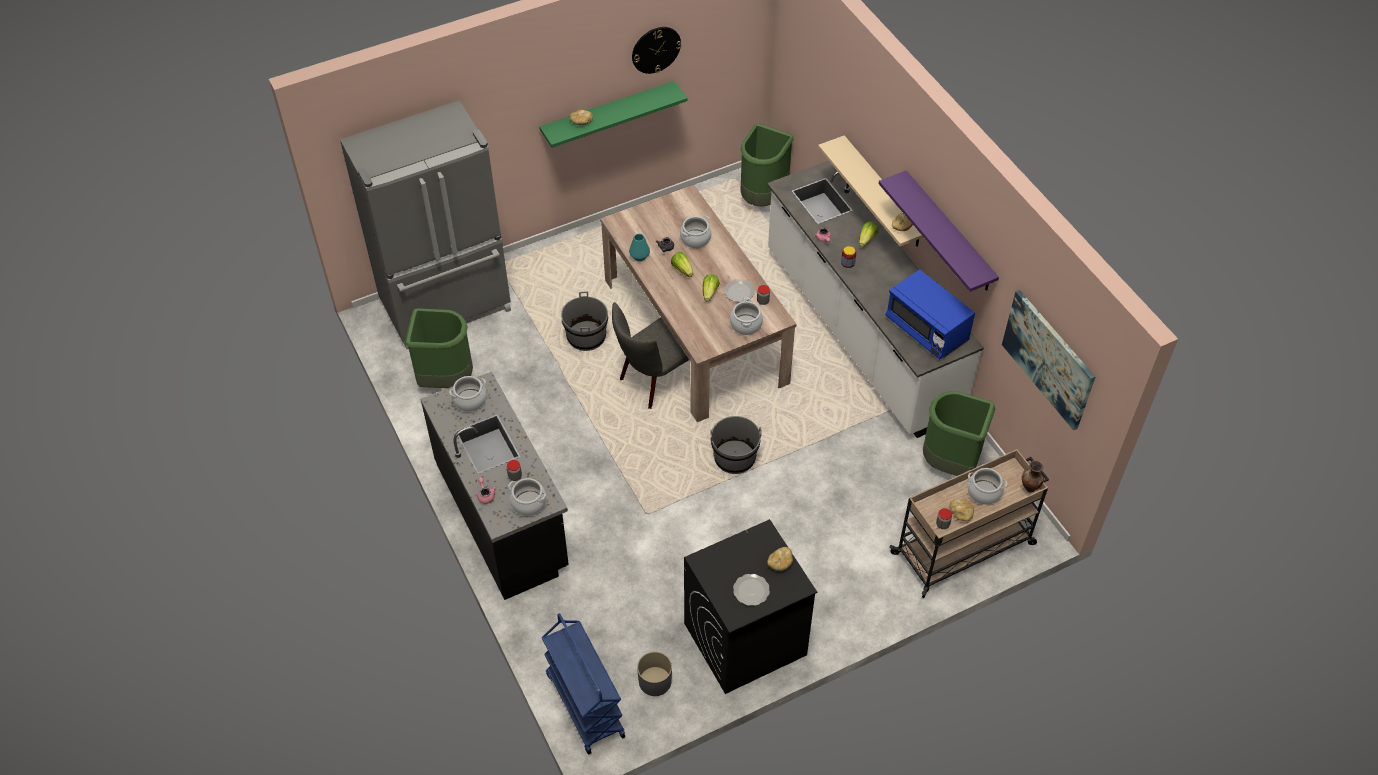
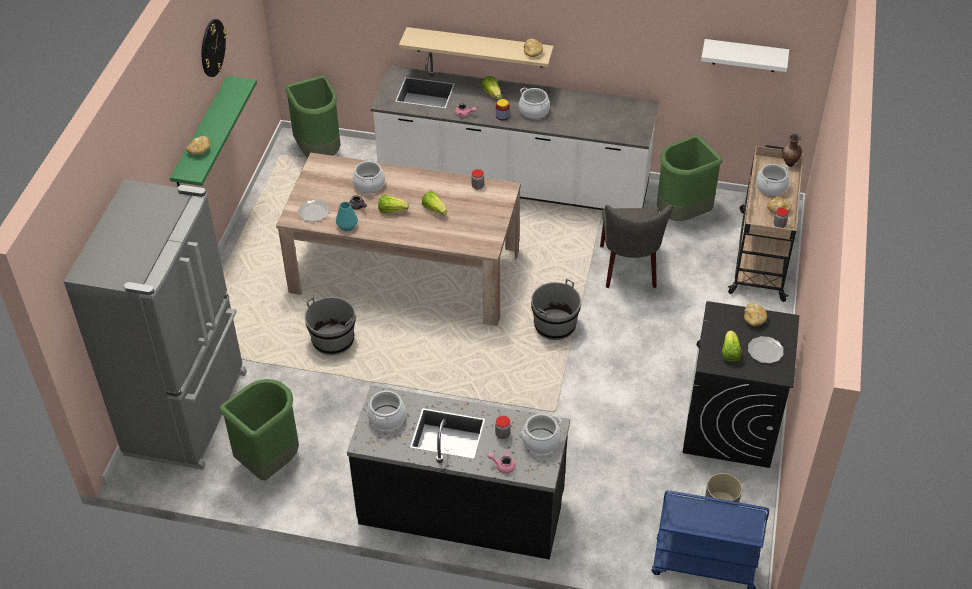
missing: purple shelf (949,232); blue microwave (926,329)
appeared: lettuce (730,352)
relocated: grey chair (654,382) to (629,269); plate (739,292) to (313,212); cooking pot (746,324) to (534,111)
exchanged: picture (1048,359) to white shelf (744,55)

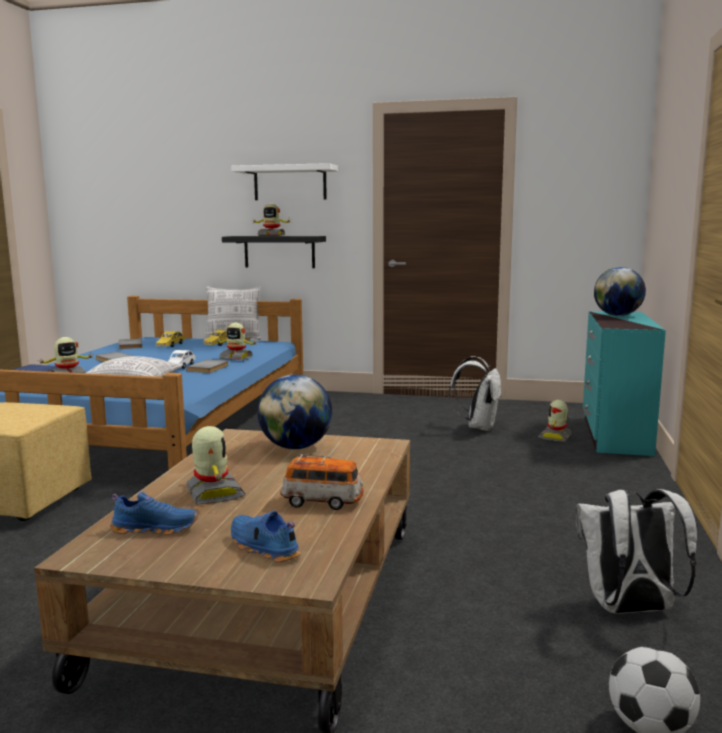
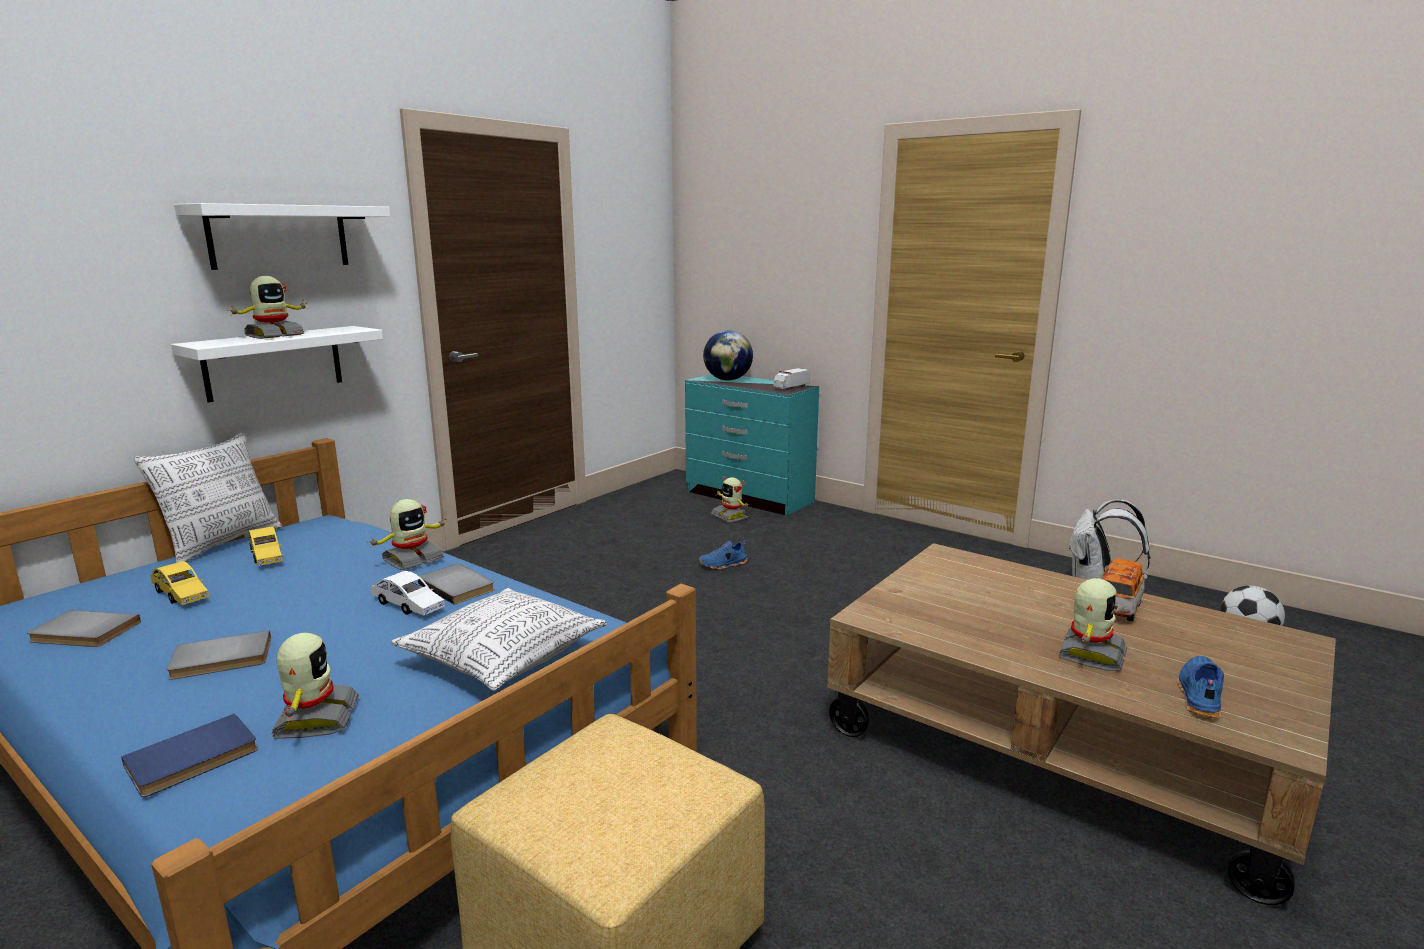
missing: globe (295,447); white backpack (478,427)
appeared: toy truck (790,387)
relocated: blue shoe (262,548) to (723,565)
colour: black shelf (279,251) to white shelf (274,363)
spun: toy robot (213,494) = (1089,654) 120 degrees clockwise

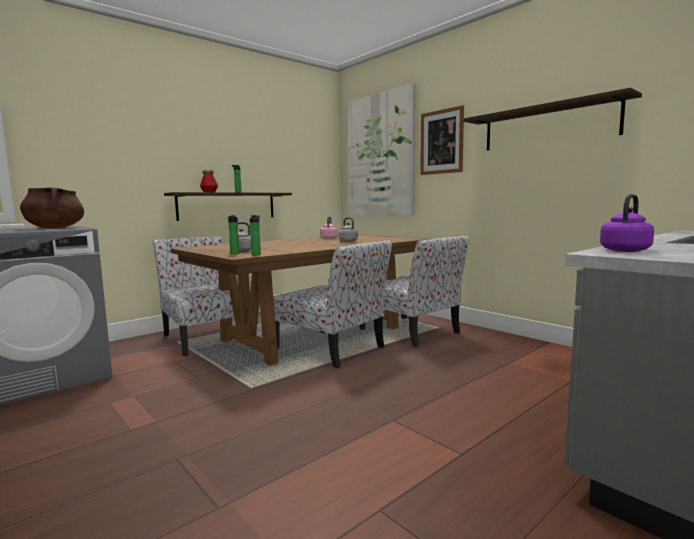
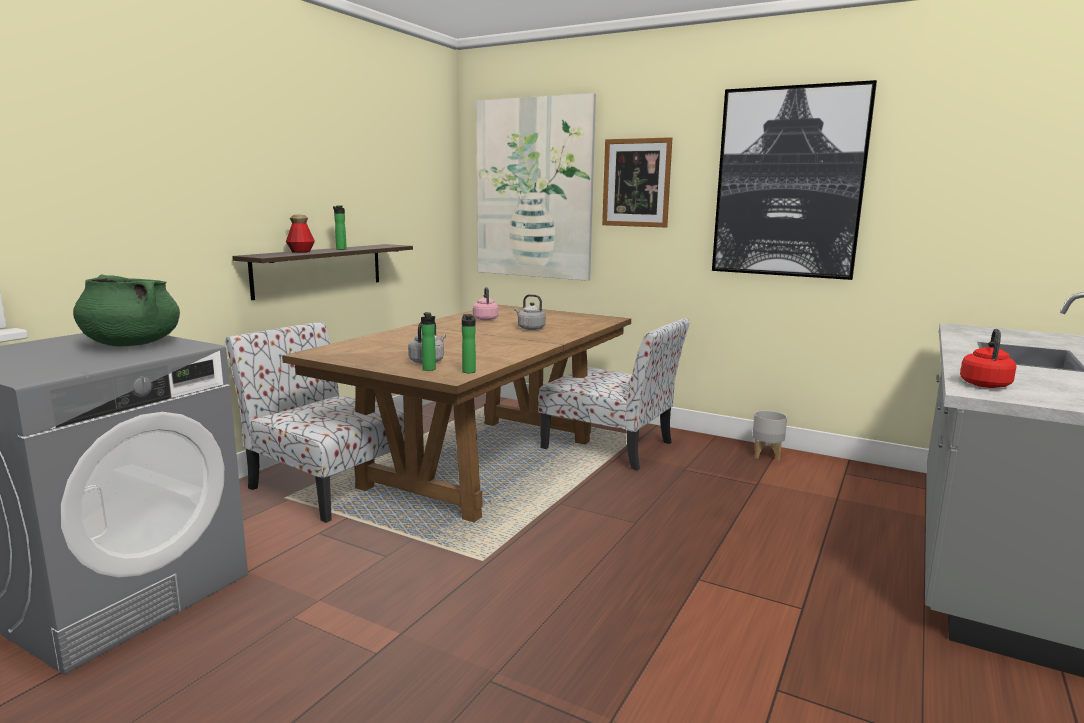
missing: chair (331,348)
appeared: grey planter (766,455)
exchanged: shelf (548,126) to picture (788,183)
colour: brown cooking pot (55,228) to green cooking pot (131,344); purple kettle (626,250) to red kettle (985,384)

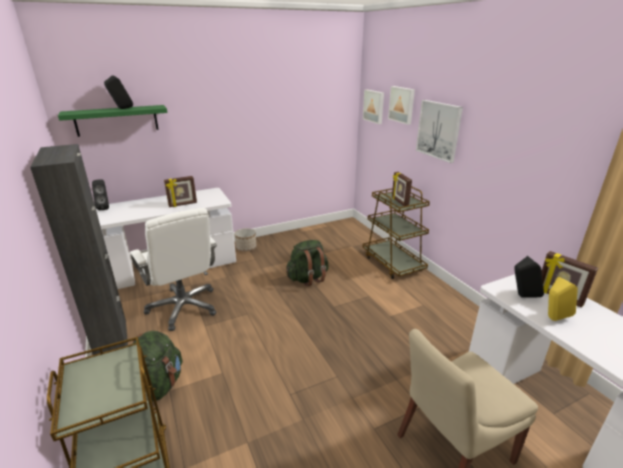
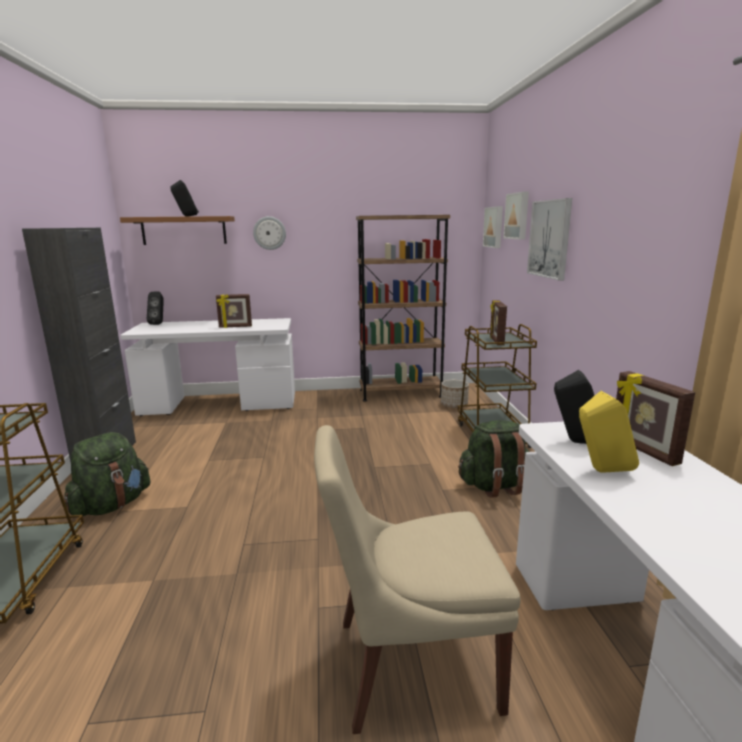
missing: white office chair (184,307)
appeared: wall clock (269,233); brown bookcase (400,393)
relocated: planter (246,248) to (454,405); green backpack (308,278) to (494,486)
colour: green shelf (117,120) to brown shelf (184,230)

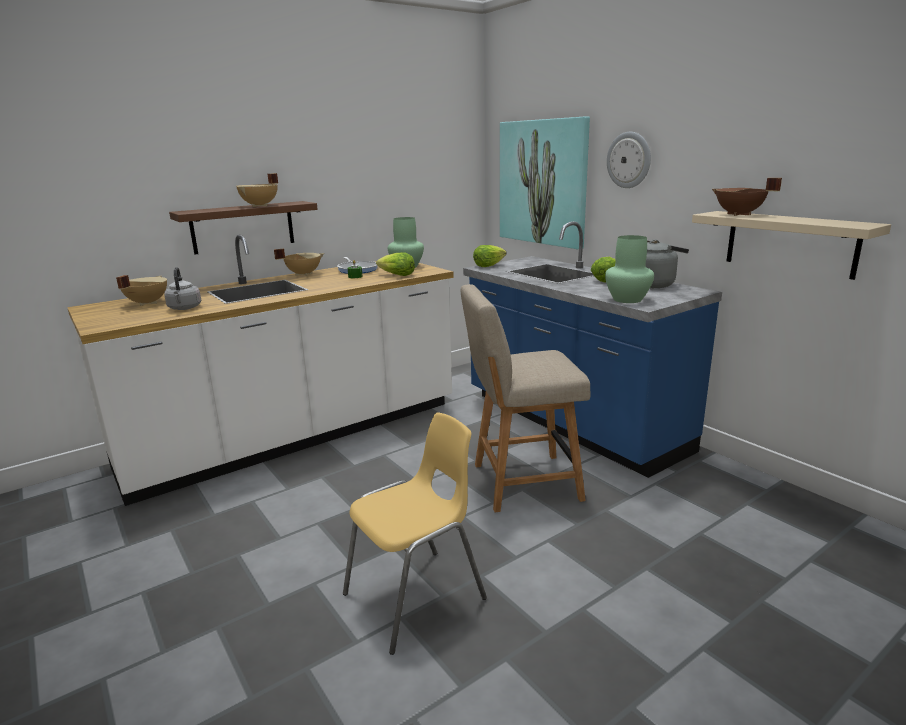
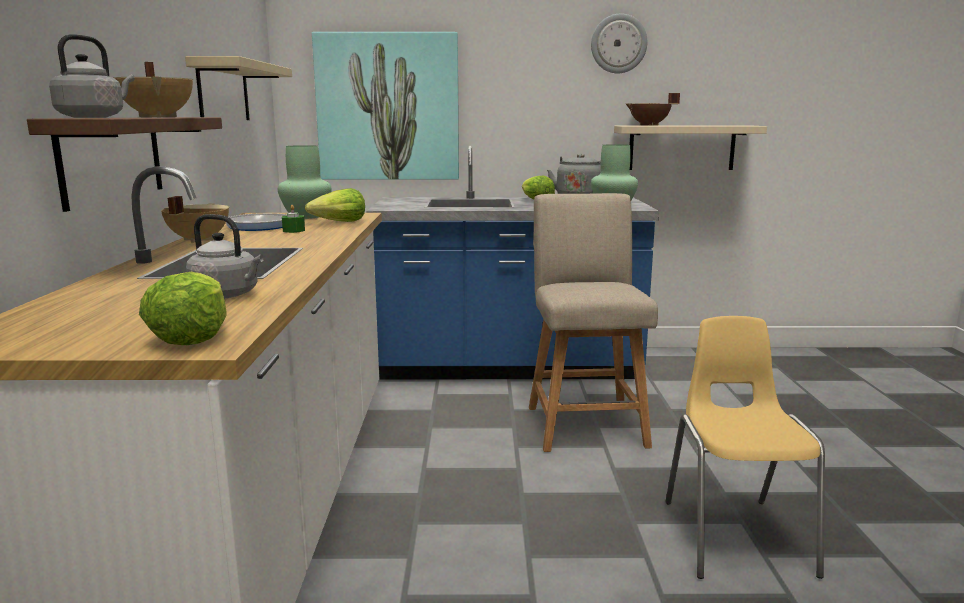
missing: beige cooking pot (146,303)
appeared: grey kettle (94,117); beige shelf (223,92)
relocated: lettuce (488,265) to (192,336); wall clock (629,160) to (618,44)
spun: beige chair (520,482) = (584,423) 150 degrees clockwise

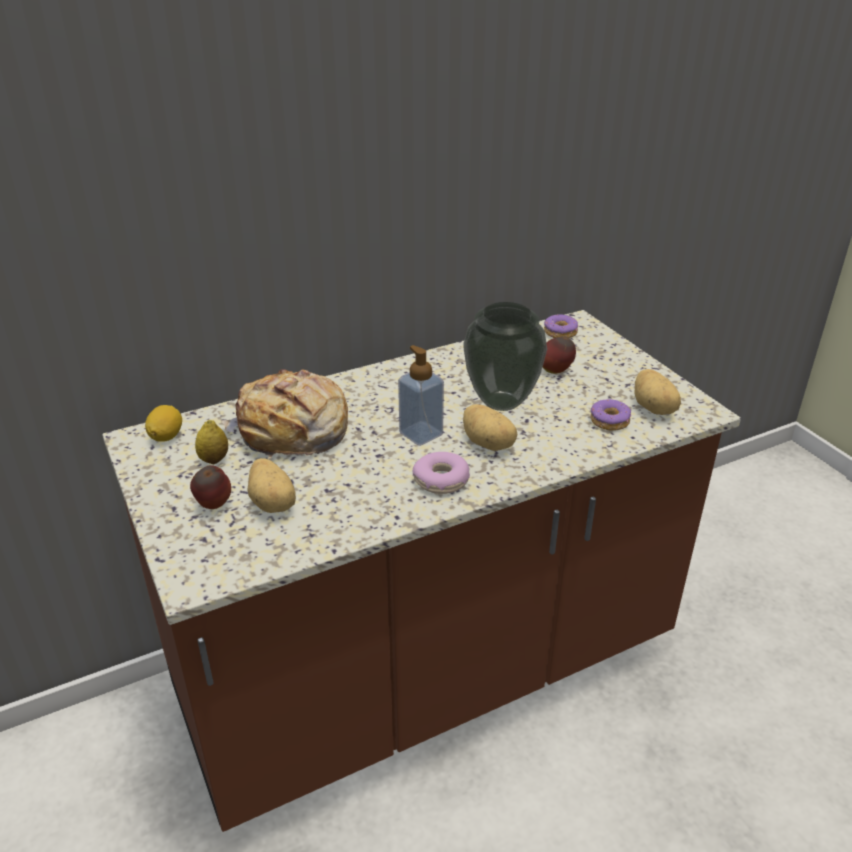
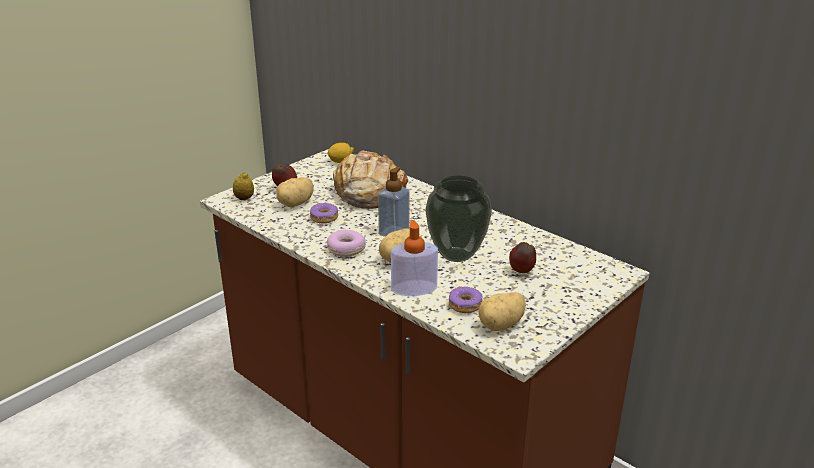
appeared: soap dispenser (414,288)
relocated: lemon (214,459) to (244,198); donut (560,332) to (324,218)

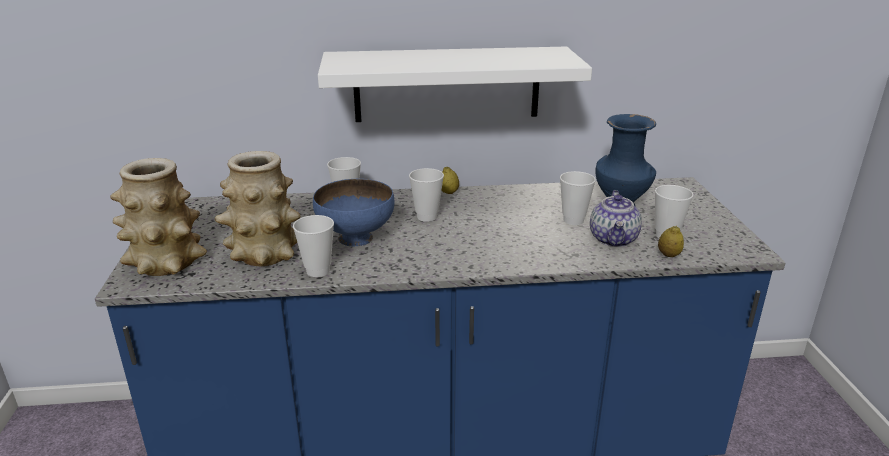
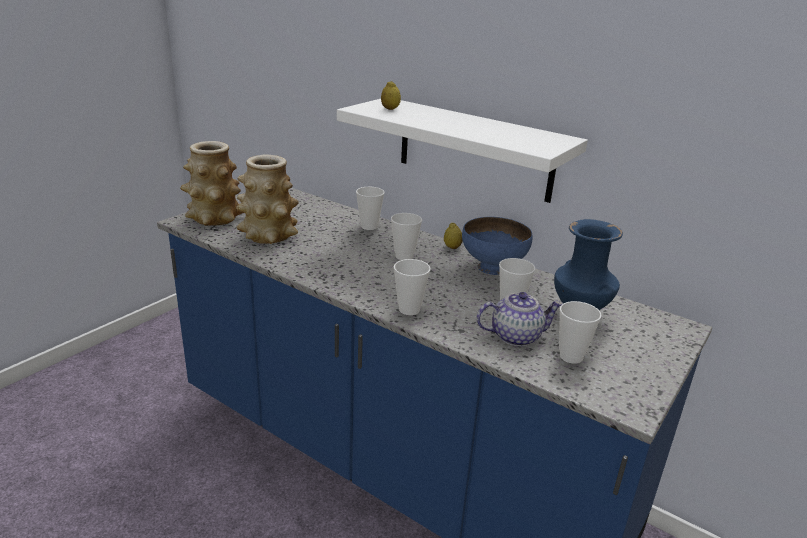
relocated: cup (318,271) to (409,309); blue bowl (357,238) to (493,268); lemon (668,255) to (390,109)
spun: teapot (614,239) = (516,336) 150 degrees counterclockwise

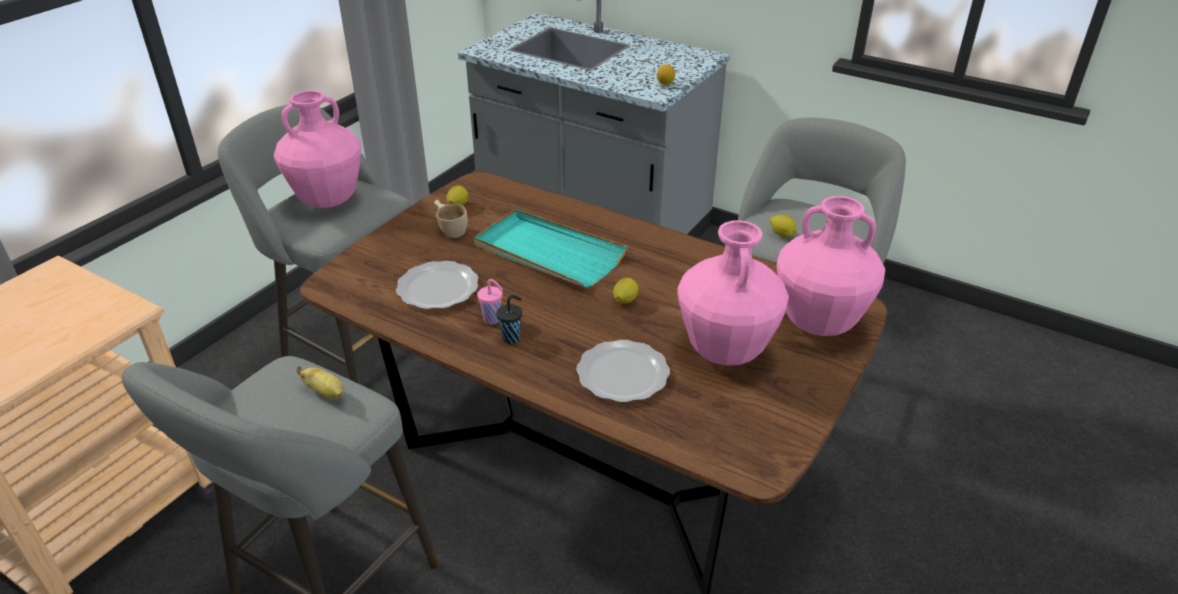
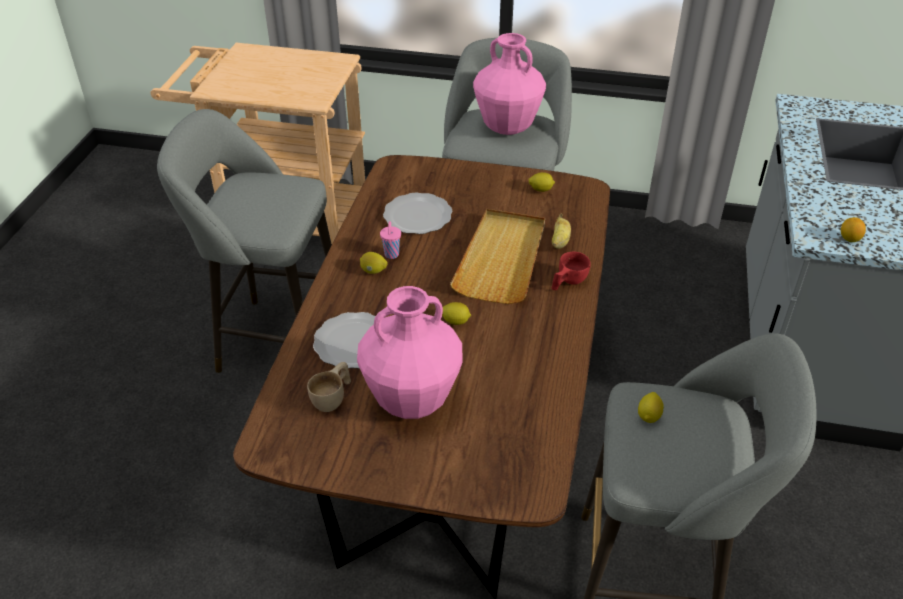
missing: pink vase (819,323)
appeared: red cup (567,282)
relocated: banana (326,393) to (560,242); beige cup (451,229) to (333,398)
exchanged: black cup (512,338) to lemon (373,271)
colour: turquoise tray (548,253) to beige tray (502,259)

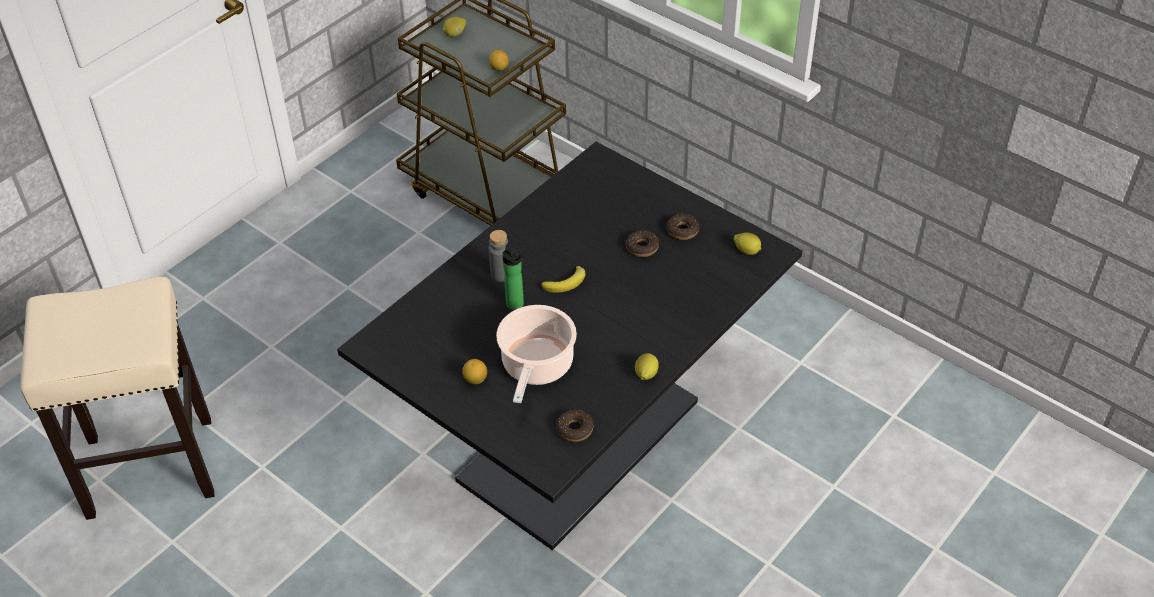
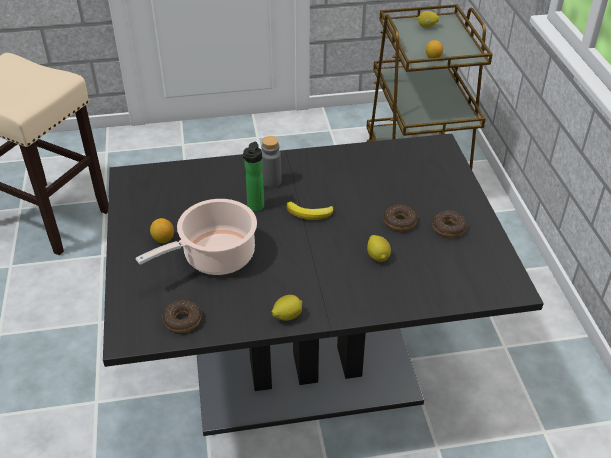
relocated: lemon (747,251) to (378,256)

